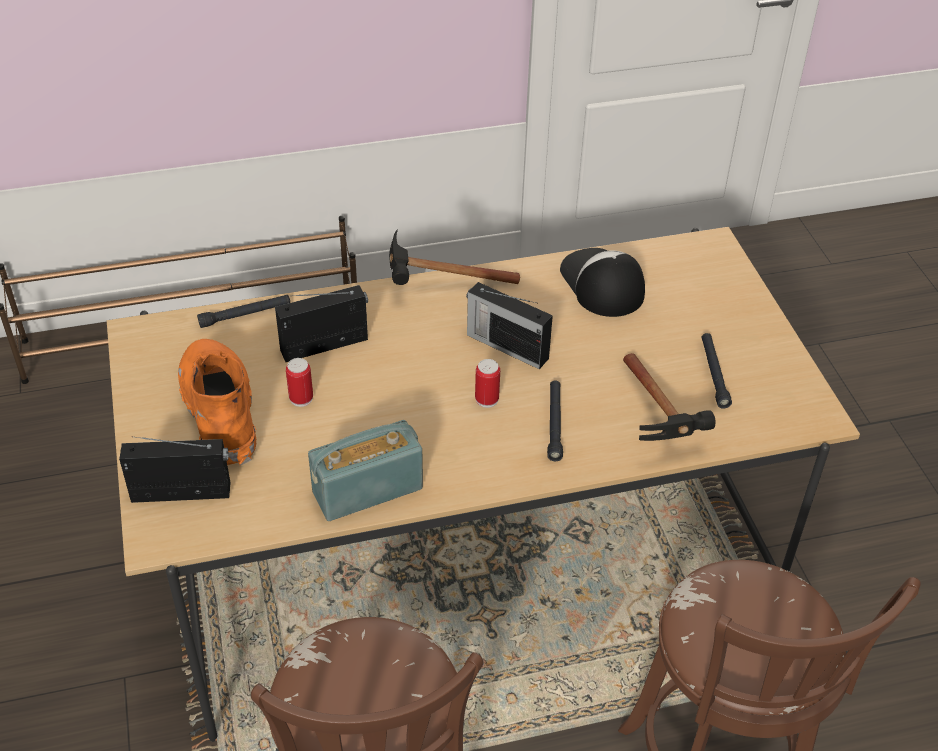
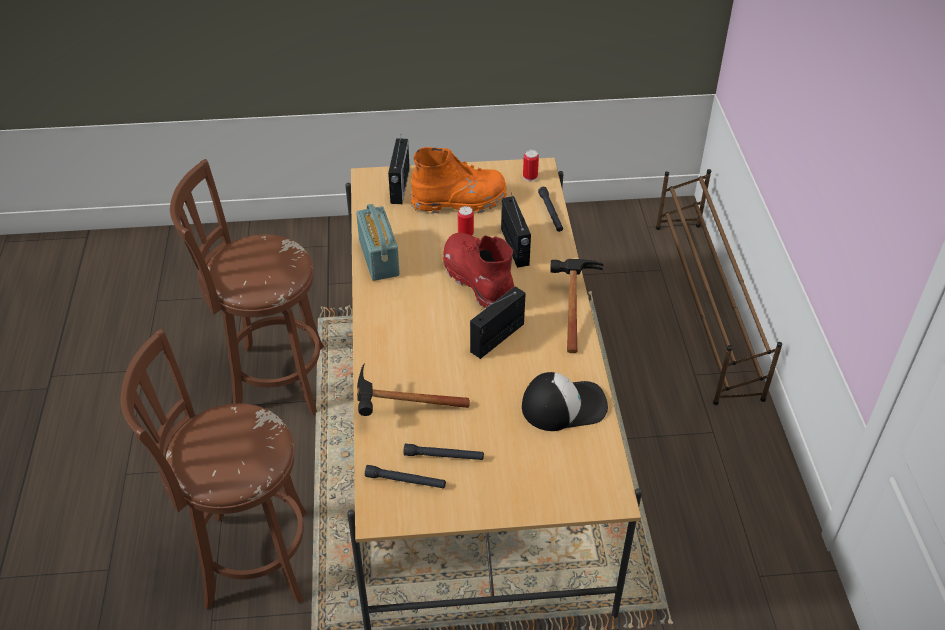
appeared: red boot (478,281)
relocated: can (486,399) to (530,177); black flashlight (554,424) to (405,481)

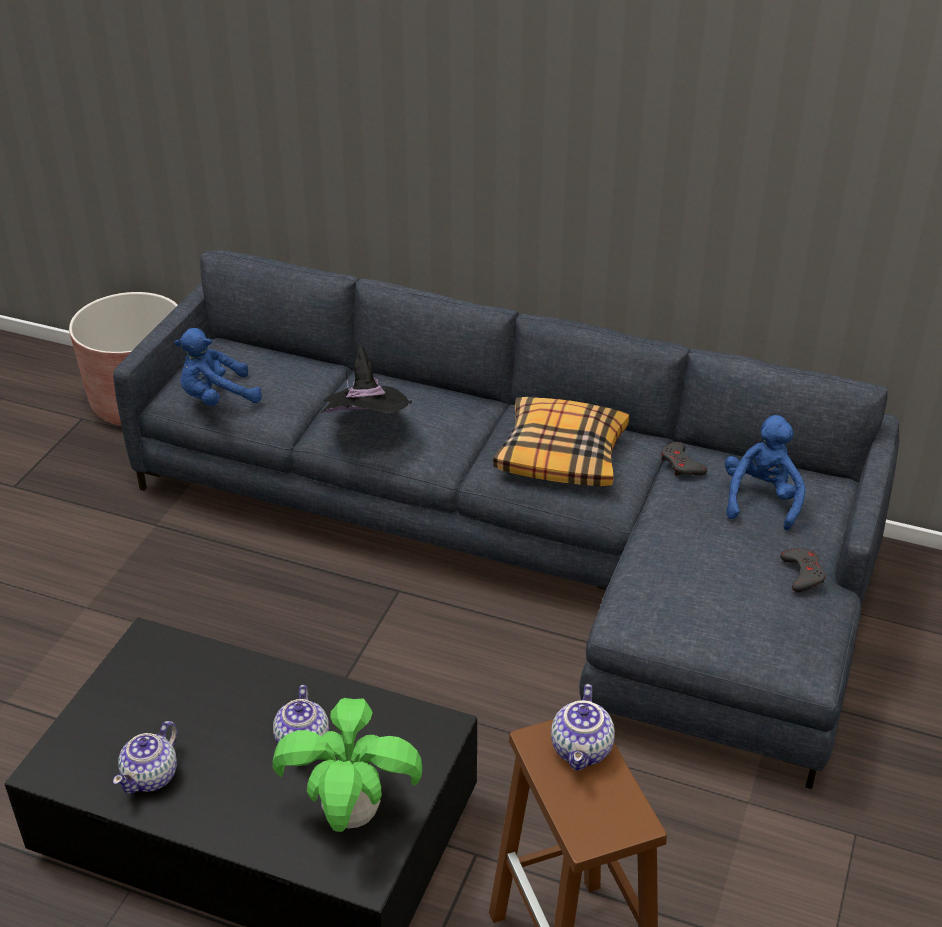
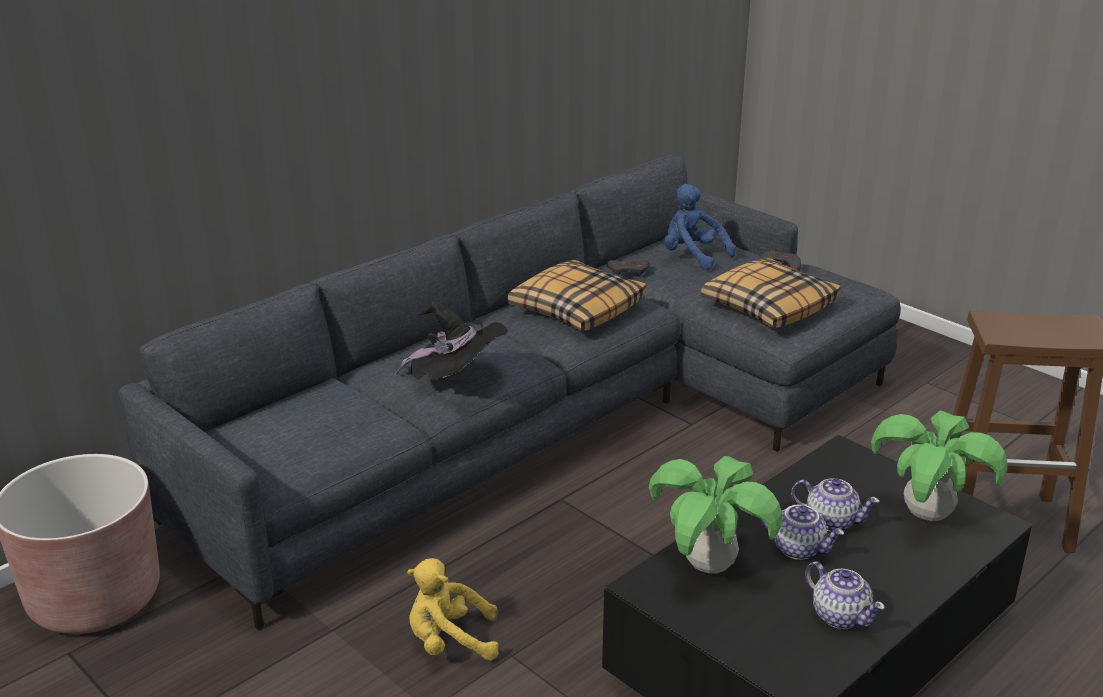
missing: blue plush toy (217,398)
appeared: yellow plush toy (450,642); potted plant (710,565); pillow (768,306)
relocated: teapot (583,750) to (798,548)

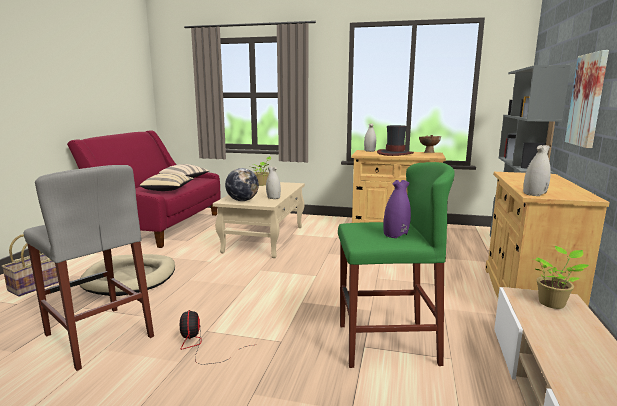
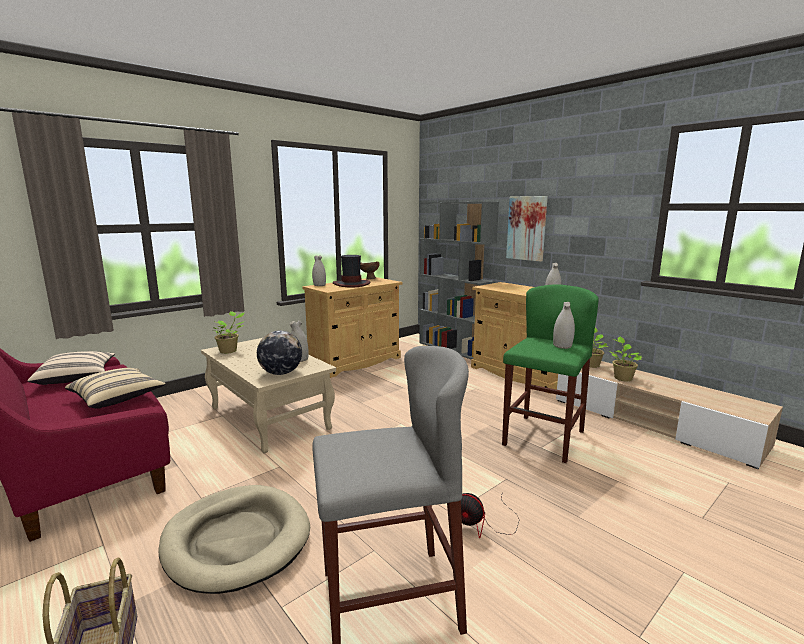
appeared: potted plant (622,378)
colour: purple vase (396,235) to white vase (562,346)

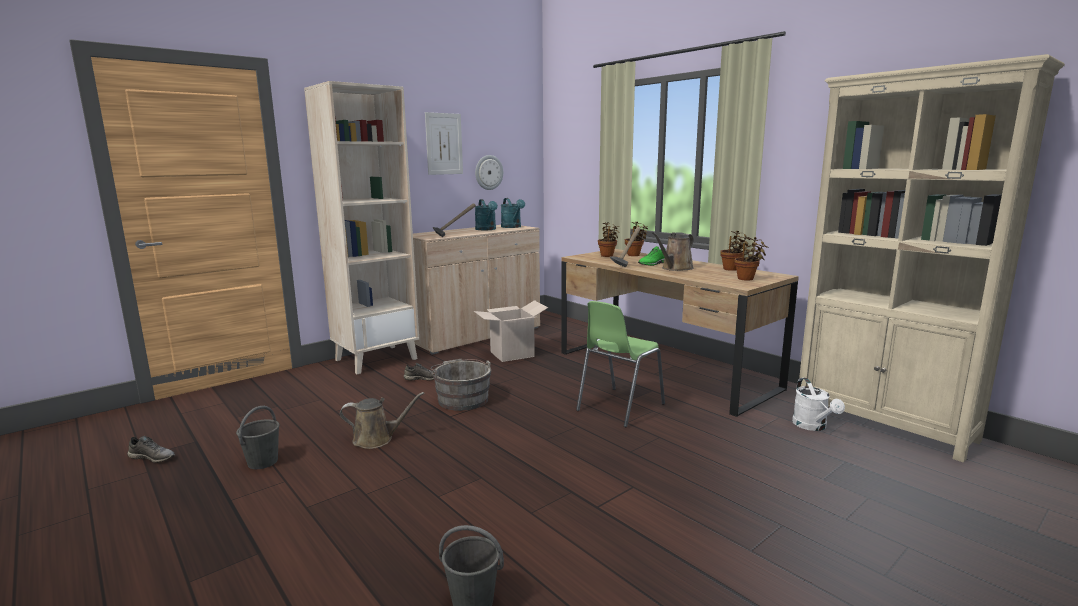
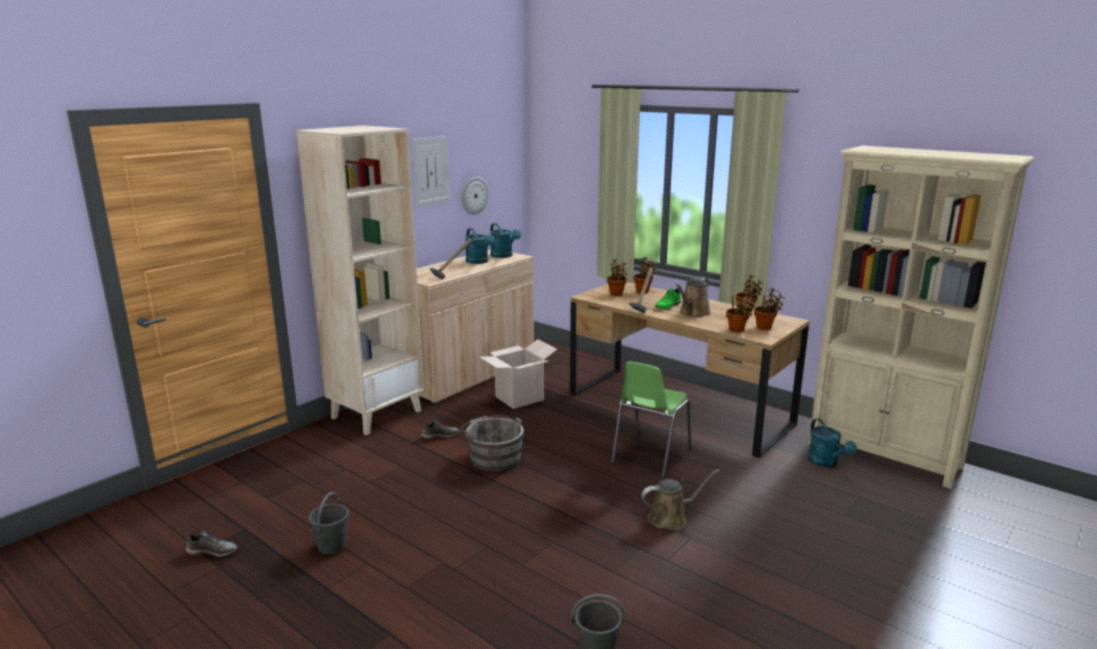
appeared: potted plant (738,330)
relocated: brown watering can (377,439) to (671,518)
colour: white watering can (813,426) to turquoise watering can (826,463)

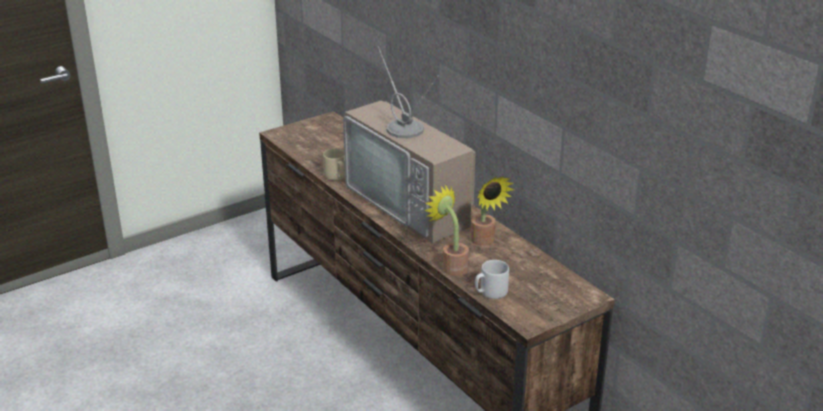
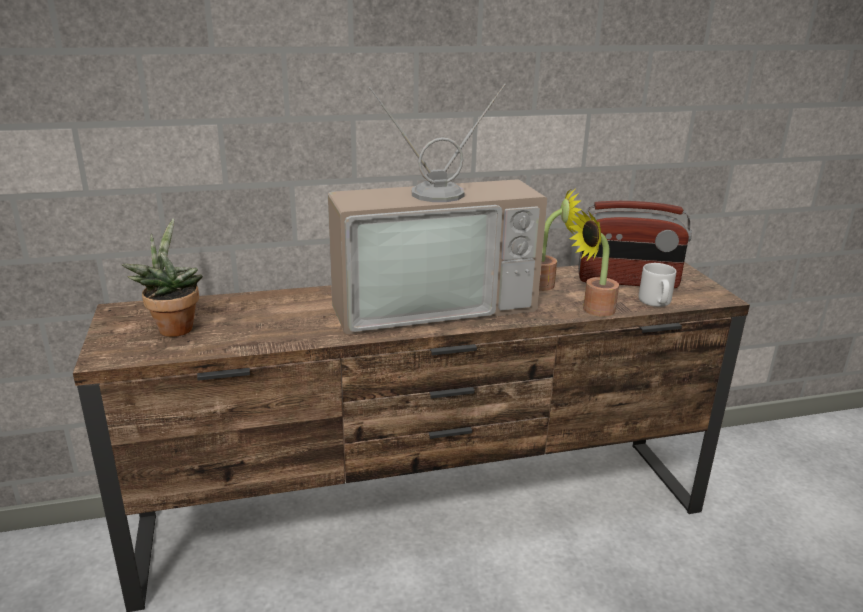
missing: beige mug (336,176)
appeared: potted plant (174,327); radio (627,281)

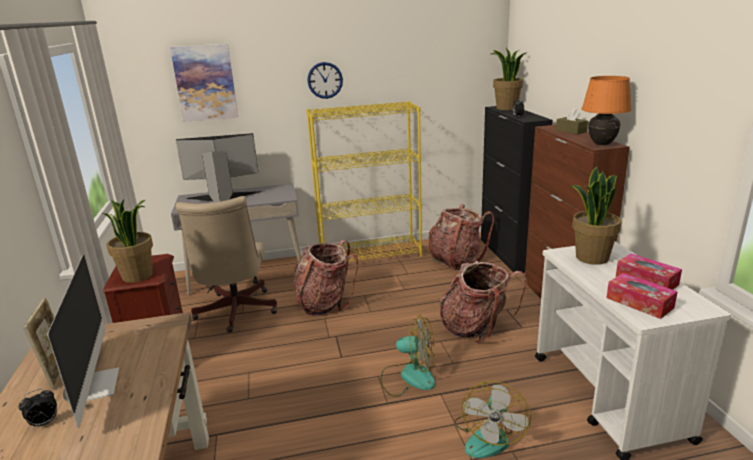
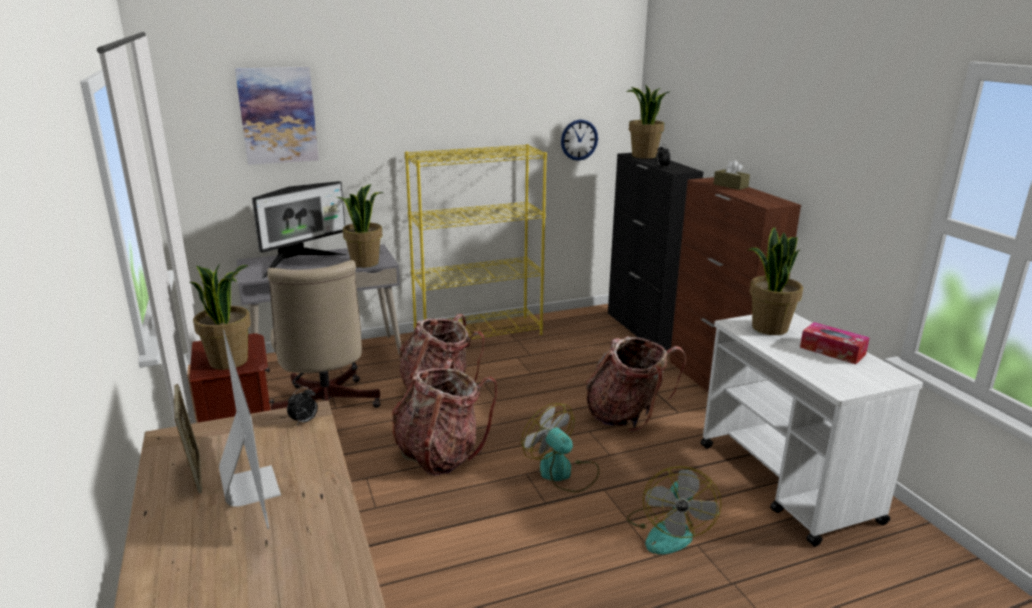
missing: orange table lamp (602,144); tissue box (639,303)
appeared: potted plant (364,263)
relocated: alarm clock (44,423) to (304,421); wall clock (325,80) to (579,140); backpack (456,260) to (440,454)
spun: monitor (223,198) = (300,263) 150 degrees clockwise; fan (408,377) = (562,473) 135 degrees counterclockwise

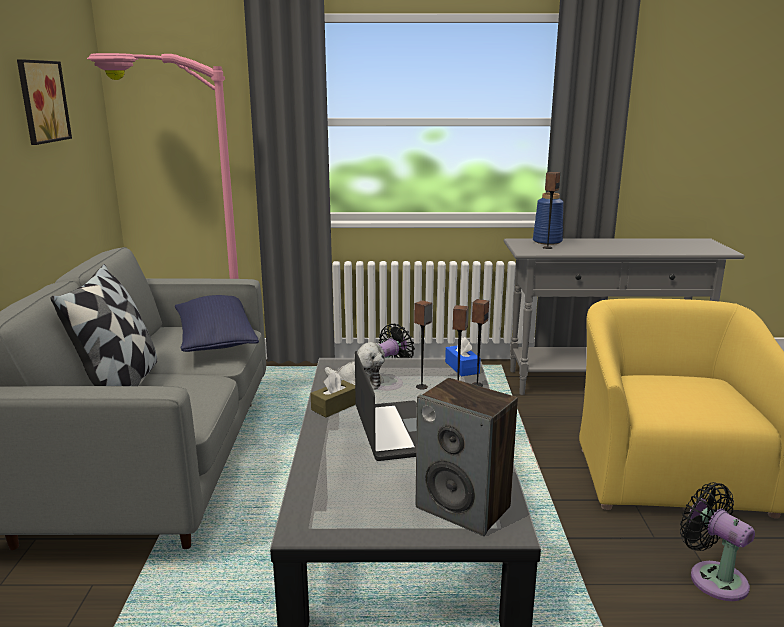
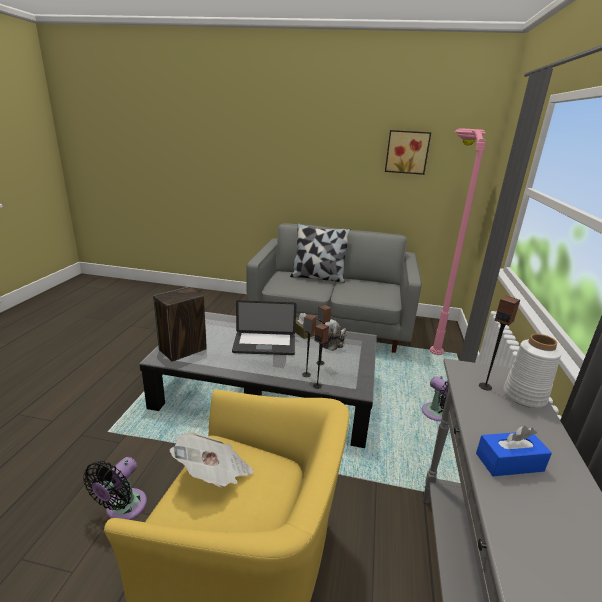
missing: blue pillow (215,341)
appeared: newspaper (214,474)
relocated: blue tissue box (462,367) to (509,462)
colour: blue vase (546,241) to white vase (523,396)
spun: black fan (713,577) = (123,509) 135 degrees clockwise

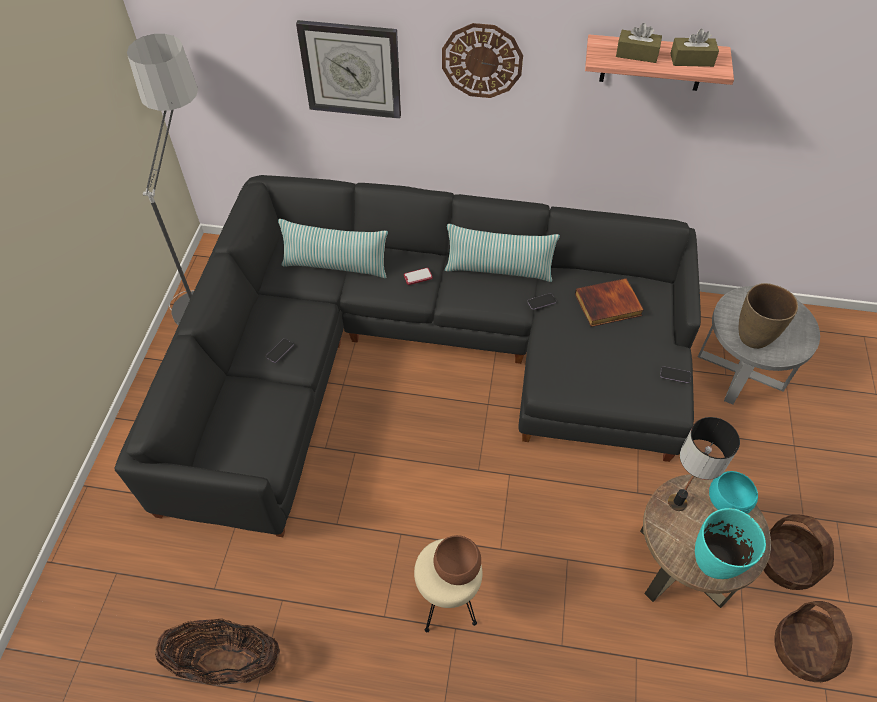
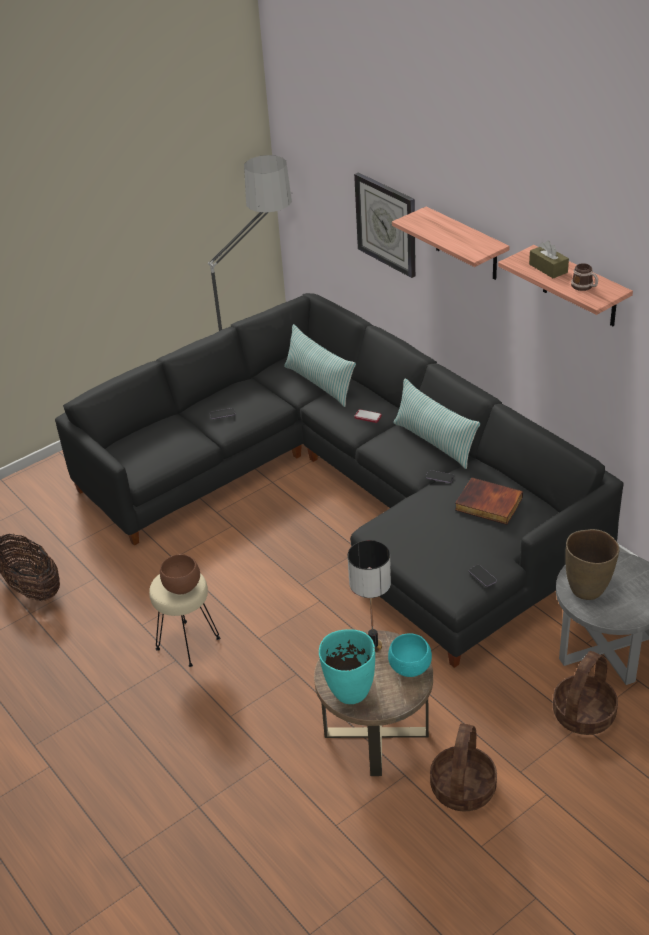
relocated: basket (805,650) to (584,715)
exchanged: wall clock (482,60) to shelf (466,244); brown tissue box (691,60) to mug (584,287)

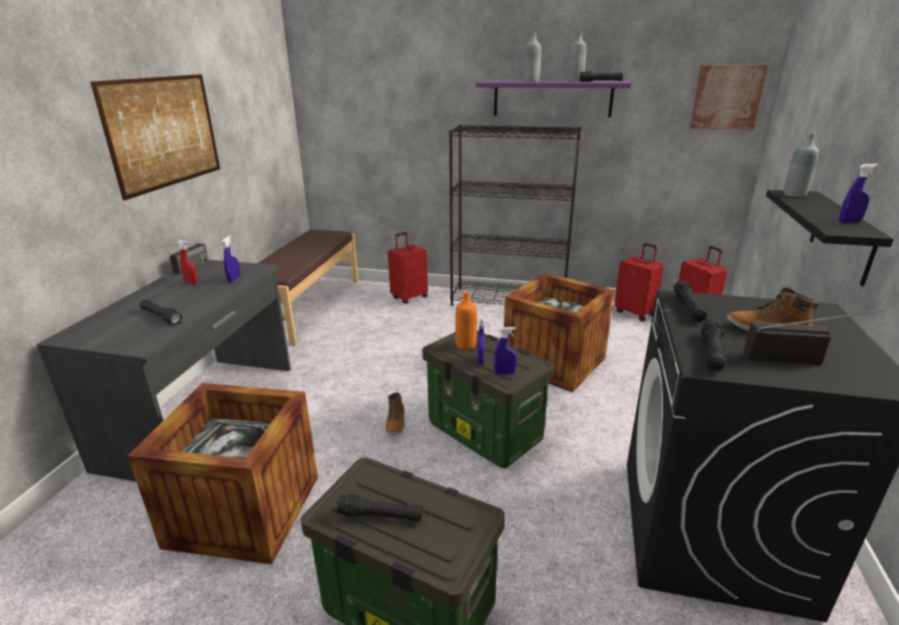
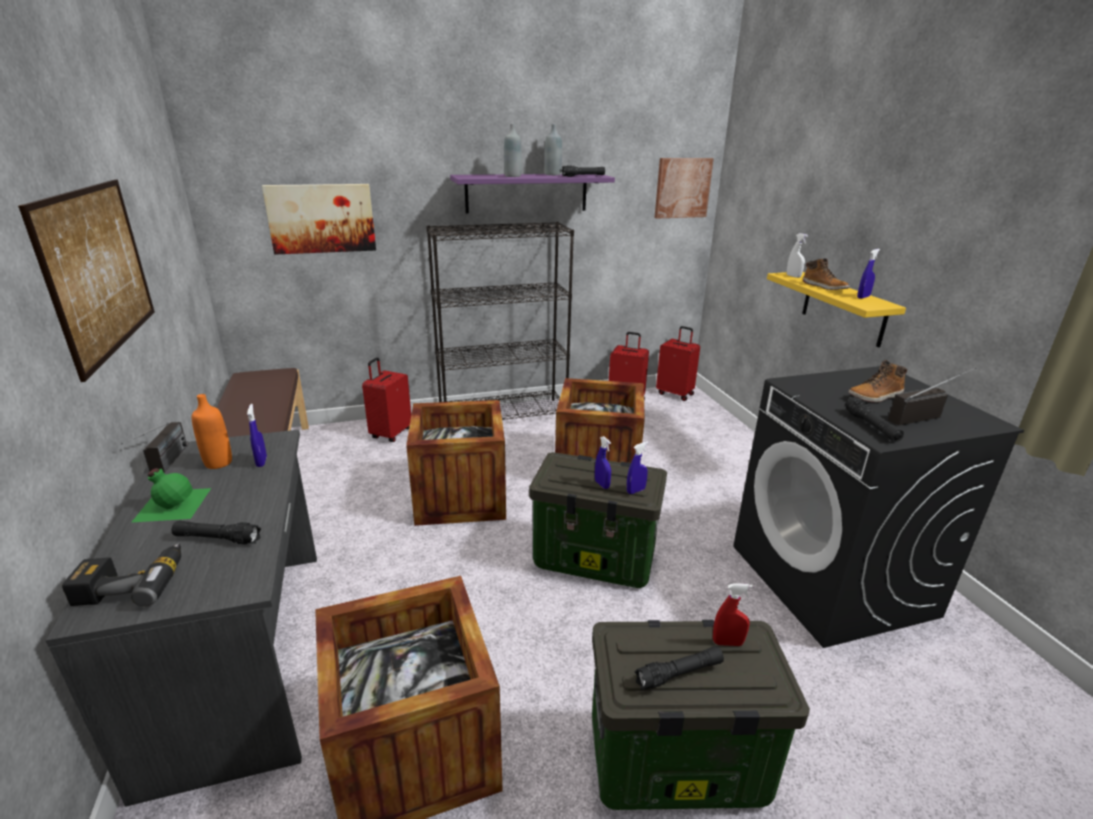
missing: black flashlight (688,308)
appeared: power drill (133,582); green bottle (172,504); picture (321,218); crate (460,496)
relocated: red spray bottle (191,283) to (727,642); boot (396,422) to (825,287); orange bottle (466,345) to (218,463)
exchanged: grey bottle (794,195) to white spray bottle (793,276)
colour: black shelf (842,237) to yellow shelf (843,308)

